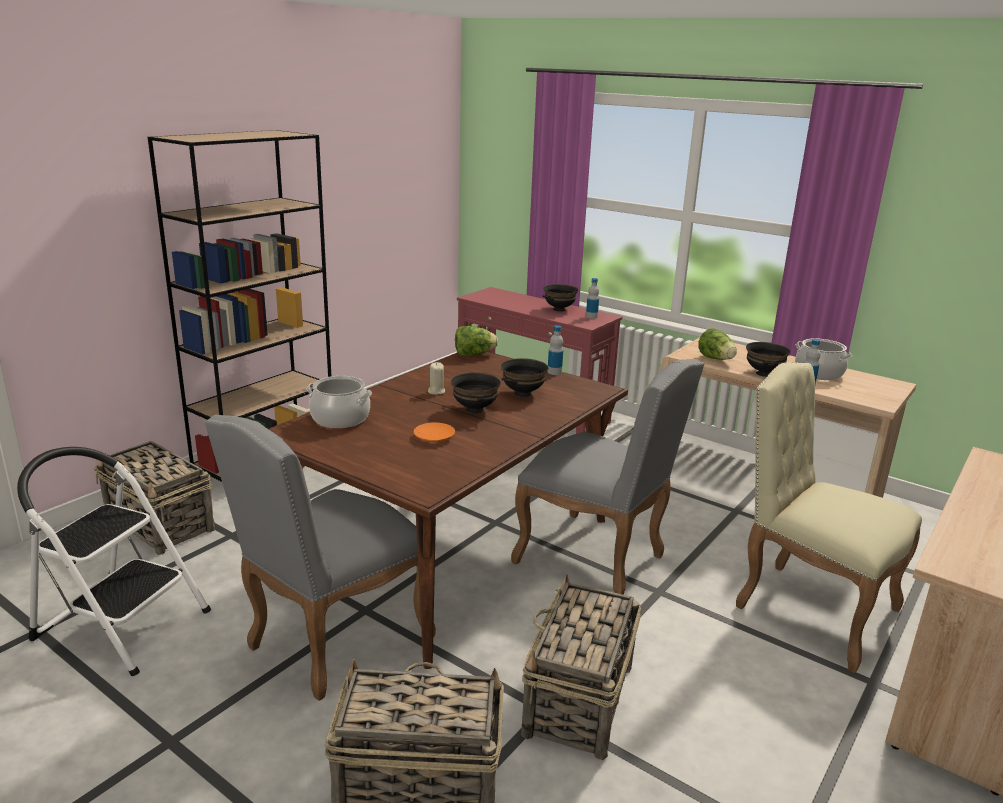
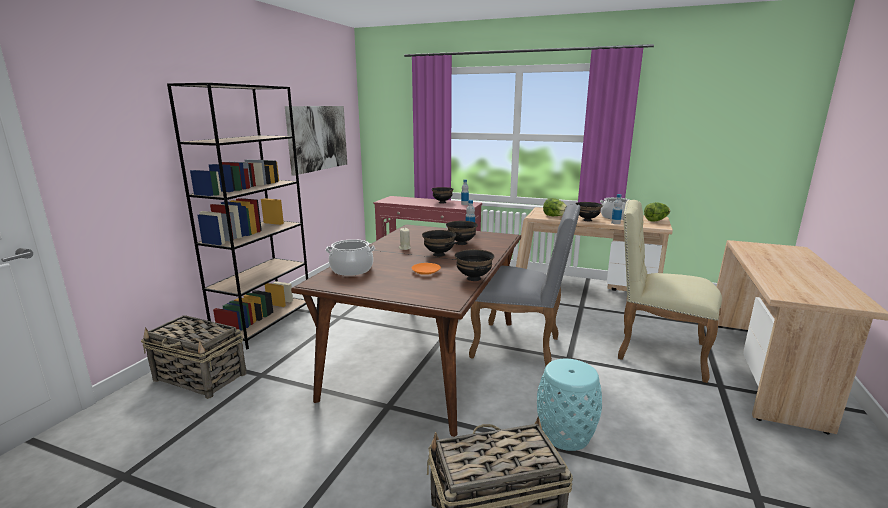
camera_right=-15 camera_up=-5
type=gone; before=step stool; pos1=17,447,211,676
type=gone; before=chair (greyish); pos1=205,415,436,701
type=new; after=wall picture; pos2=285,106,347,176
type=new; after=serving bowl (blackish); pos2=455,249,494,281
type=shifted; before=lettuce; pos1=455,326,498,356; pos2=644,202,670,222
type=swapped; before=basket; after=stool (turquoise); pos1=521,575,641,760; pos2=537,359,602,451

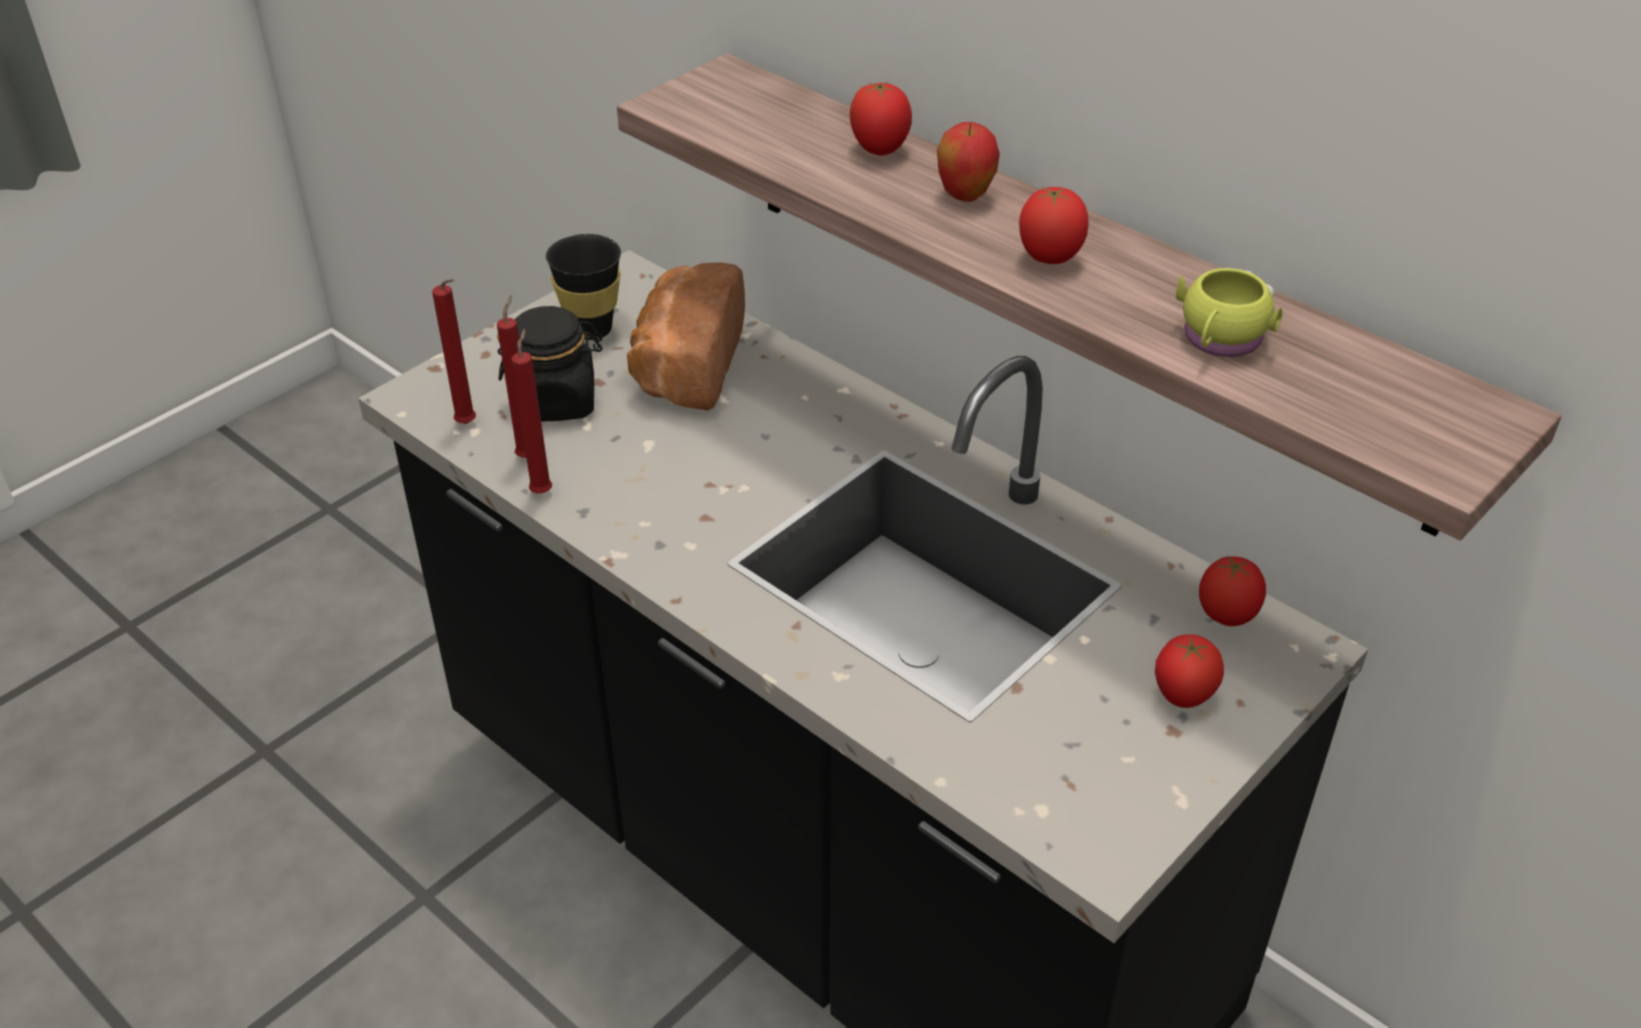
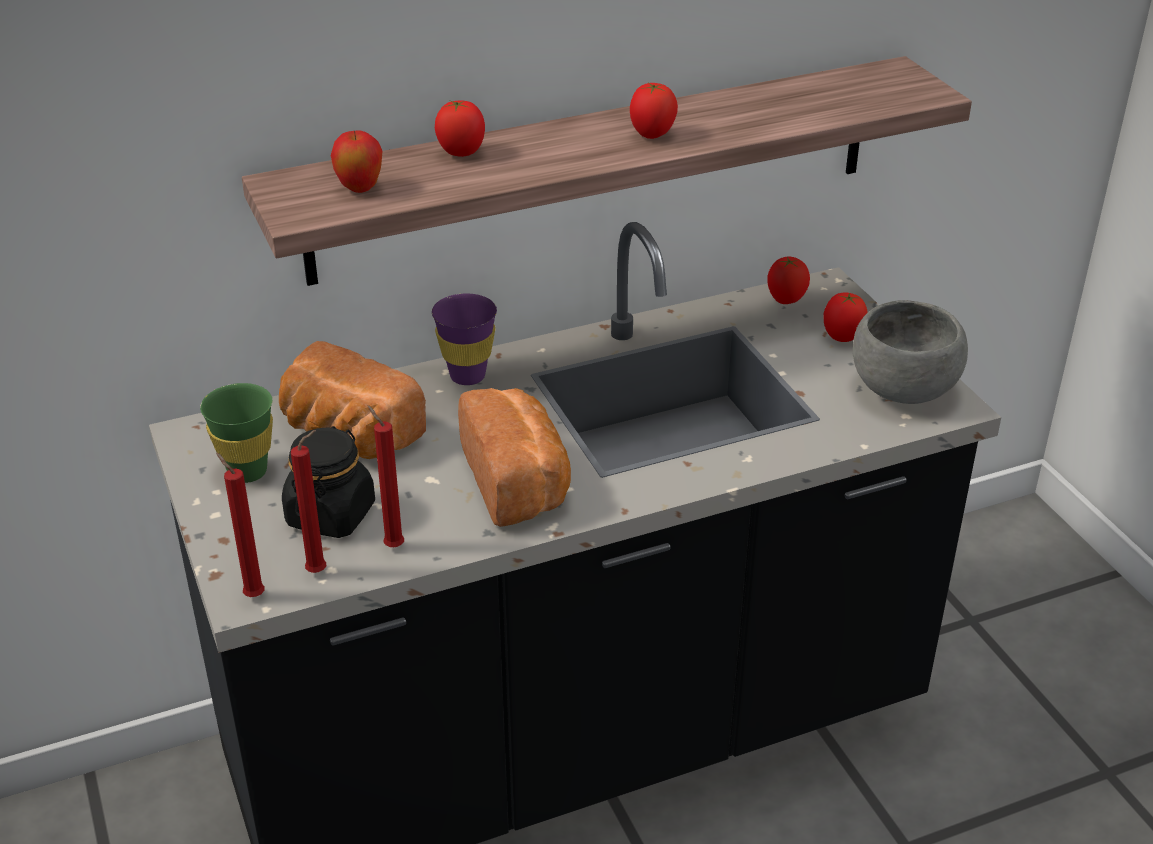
camera_right=-65 camera_up=-5
type=gone; before=tea mug (yellow-coloured); pos1=1176,268,1282,357
type=new; after=drinking cup (purplish); pos2=432,293,497,385
type=new; after=bread; pos2=458,388,571,527
type=new; after=serving bowl (greyish); pos2=853,300,968,404
type=shifted; before=wax light (red); pos1=511,329,552,494; pos2=216,453,265,597
type=shifted; before=whole apple; pos1=937,122,1000,202; pos2=331,130,382,193
type=repainted; before=drinking cup (blackish); after=drinking cup (greenish); pos1=546,234,621,340; pos2=200,383,273,483

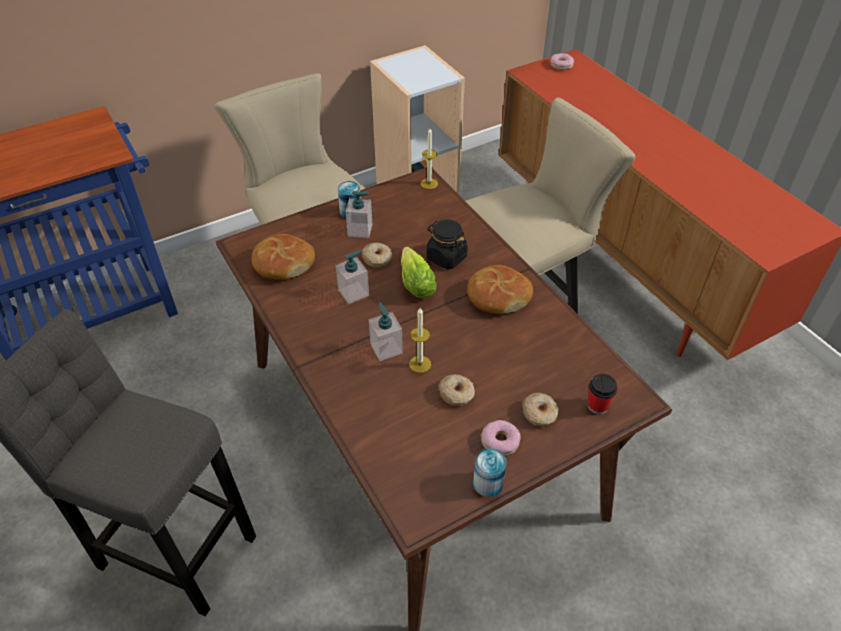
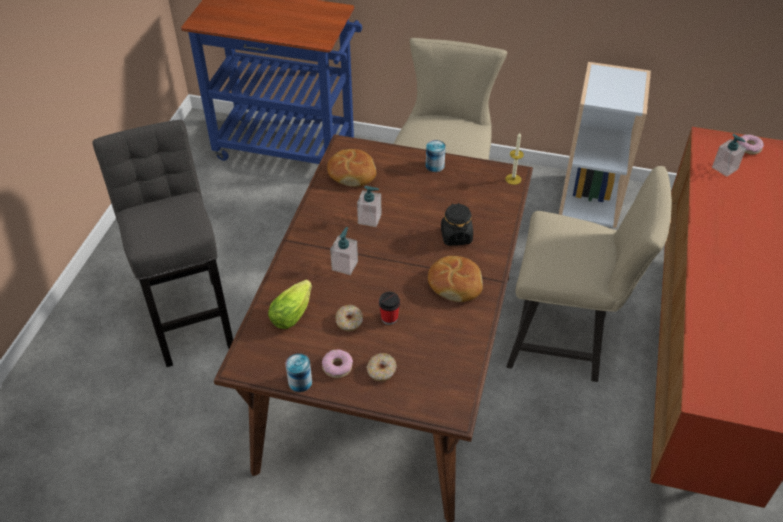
camera_right=45 camera_up=0
type=gone; before=donut; pos1=362,243,392,267
type=gone; before=wax light; pos1=409,308,431,373
type=shifted; before=soap dispenser; pos1=345,191,372,238; pos2=712,134,746,177
type=shifted; before=lettuce; pos1=401,247,437,298; pos2=268,280,312,329
type=shifted; before=drinking cup; pos1=588,374,617,414; pos2=379,292,400,325

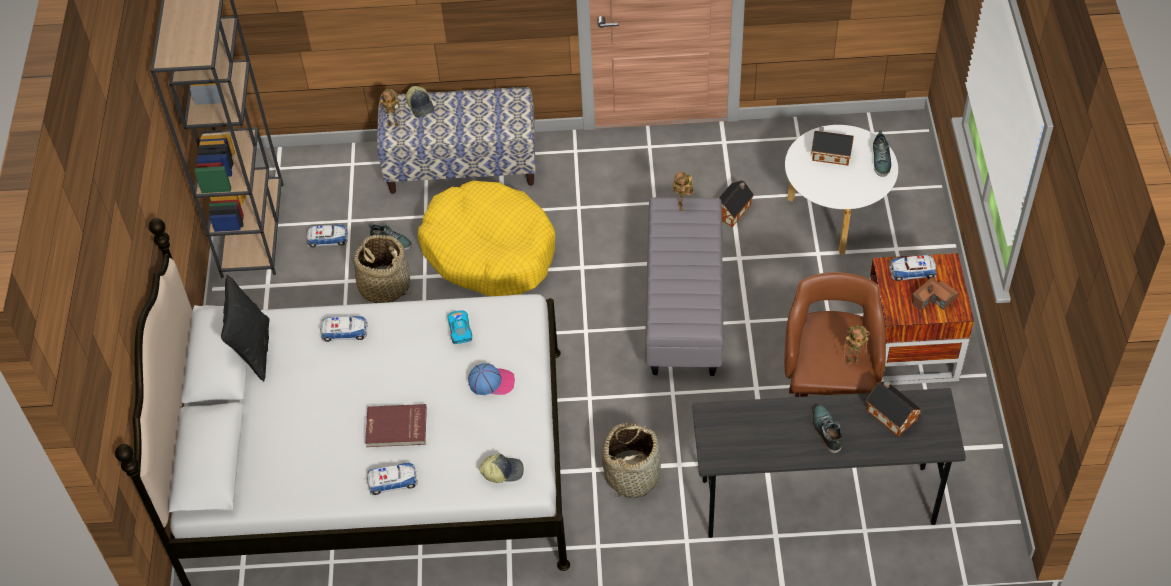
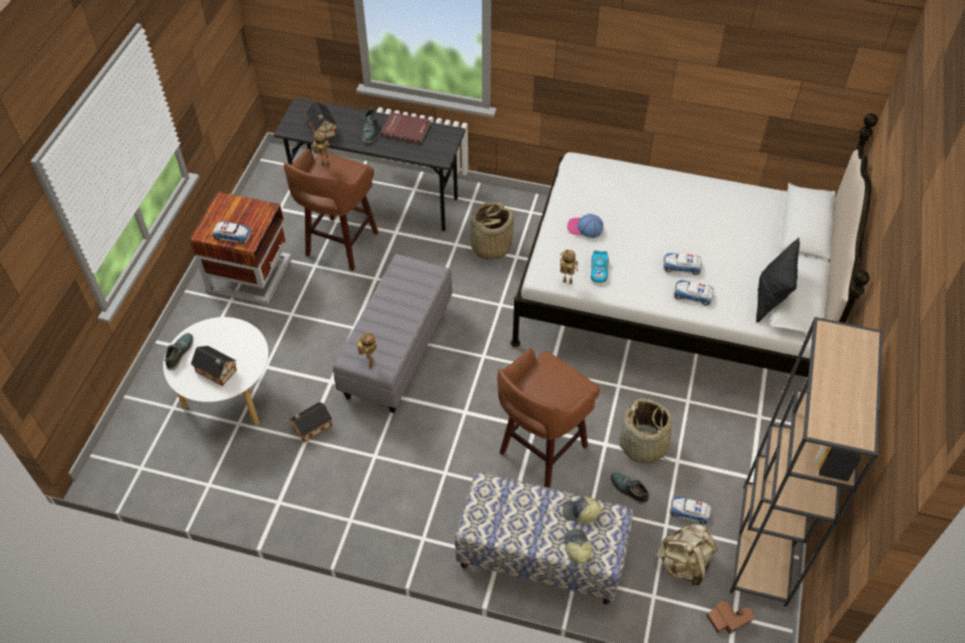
camera_right=-165 camera_up=0
type=new; after=knapsack (sand-coloured); pos2=657,524,718,585
type=shifted; before=volume (red); pos1=365,404,427,447; pos2=381,112,431,144
type=shifted; before=miniature car; pos1=367,463,418,495; pos2=663,253,702,275
type=shifted; before=model robot; pos1=380,89,401,127; pos2=560,250,578,284
type=shifted; before=cap; pos1=479,454,524,483; pos2=562,497,602,523
type=shifted; before=model house; pos1=912,277,959,310; pos2=706,600,755,634
type=swapped; before=dog bed (yellow-coloured); after=stool (brown); pos1=418,181,555,296; pos2=497,348,600,488

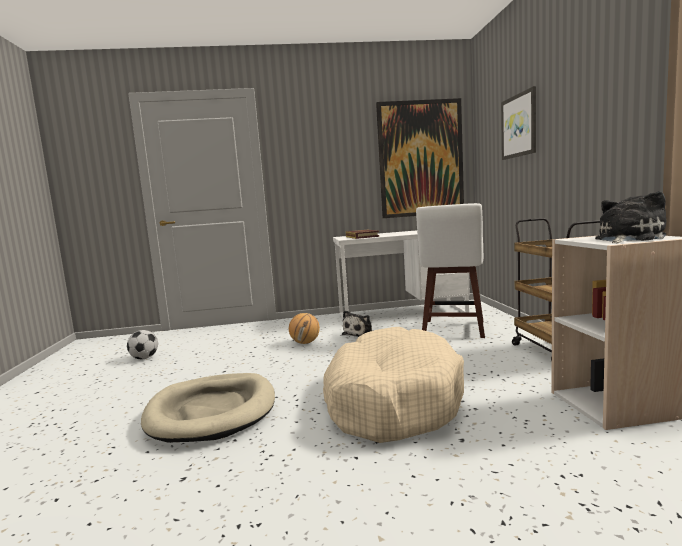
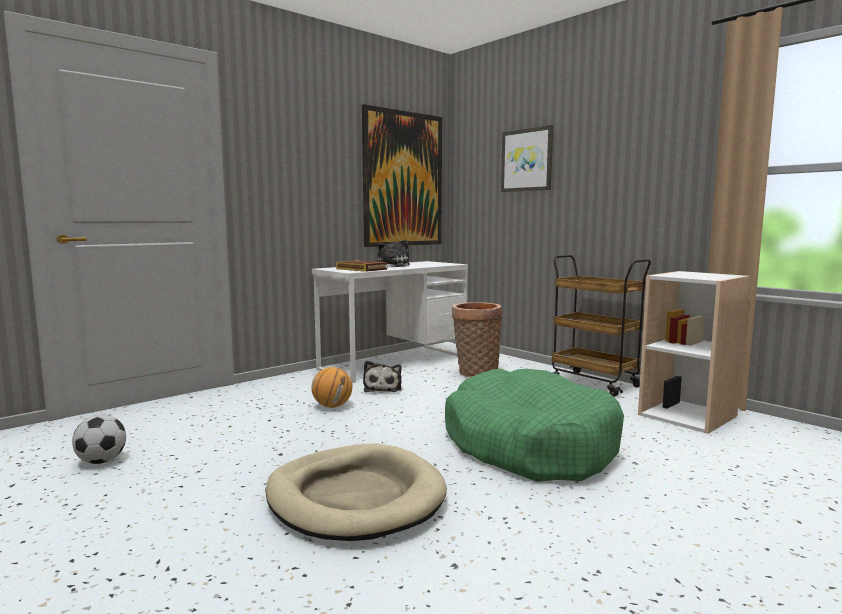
camera_right=-35 camera_up=0
type=shifted; before=soft toy; pos1=595,191,666,243; pos2=377,240,410,267
type=swapped; before=stool (whitish); after=basket; pos1=416,203,485,338; pos2=452,302,502,377
type=repainted; before=dog bed (sand-coloured); after=dog bed (greenish); pos1=323,327,464,443; pos2=445,368,624,482

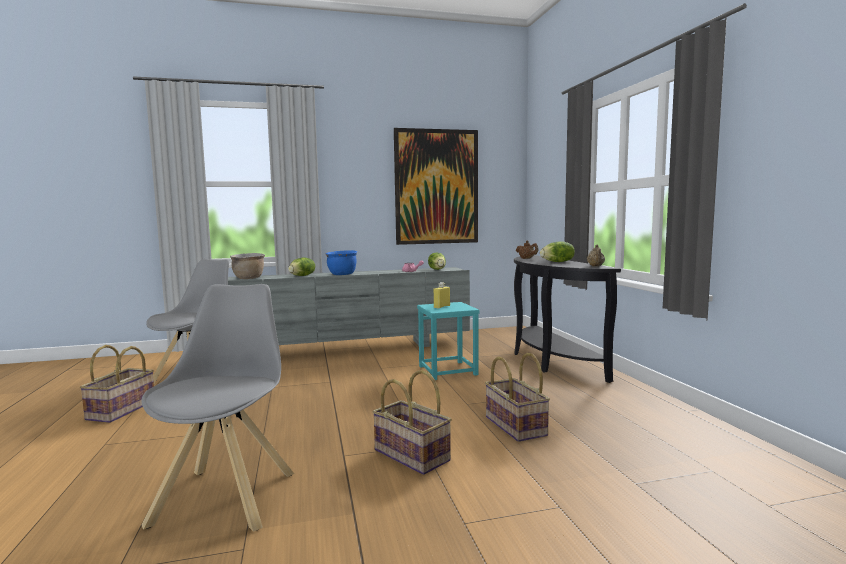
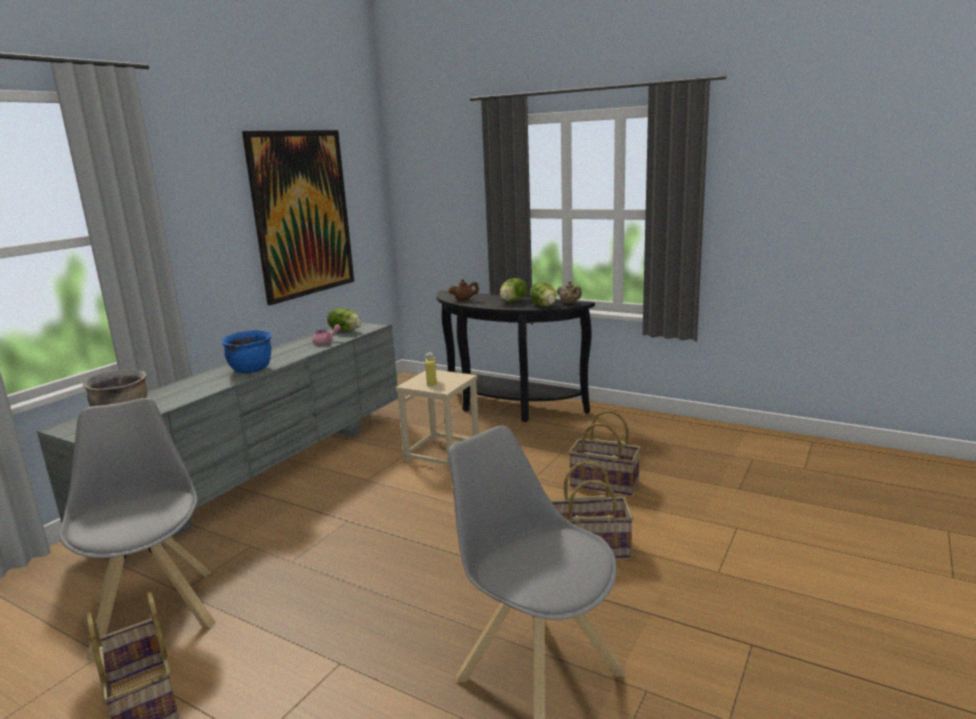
camera_right=-45 camera_up=10
type=shifted; before=lettuce; pos1=288,257,315,276; pos2=530,282,556,307
type=repainted; before=stool (turquoise); after=stool (sand-coloured); pos1=417,302,480,380; pos2=396,370,479,470

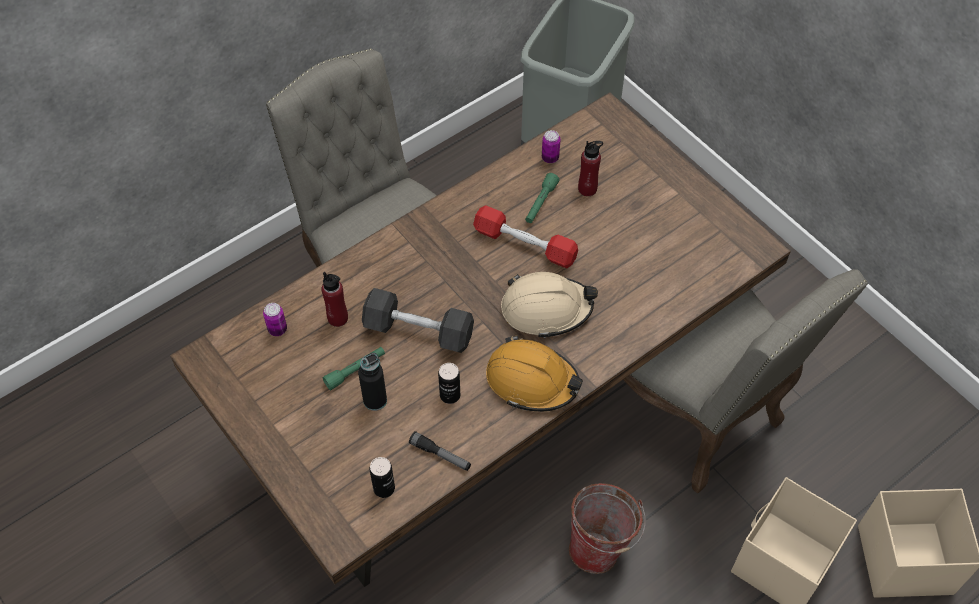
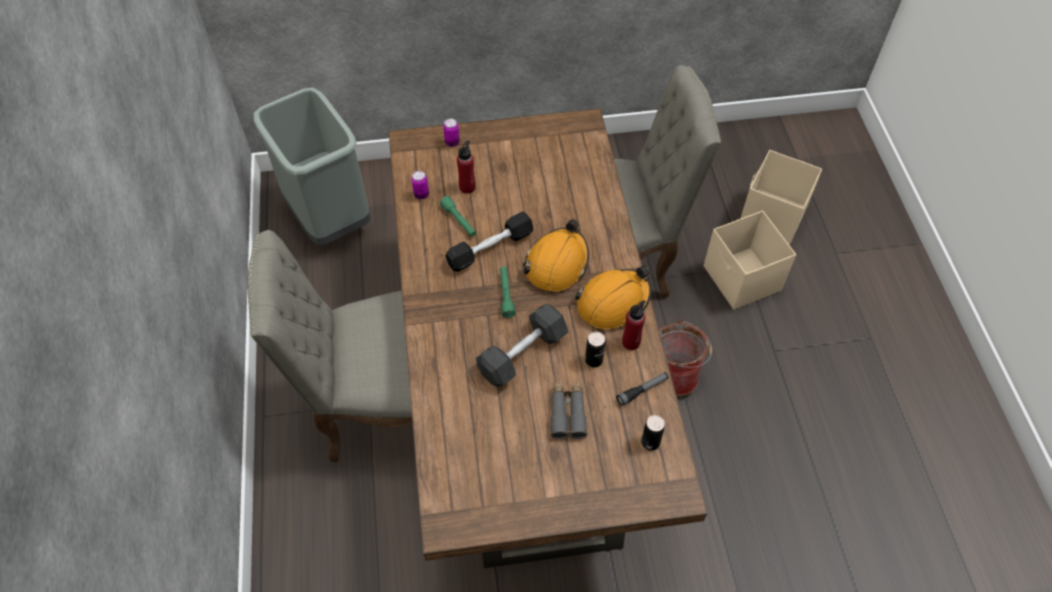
camera_right=-60 camera_up=0
type=shifted; before=sealed can; pos1=263,303,287,336; pos2=443,118,460,147
type=shifted; before=drink bottle (red); pos1=321,272,348,327; pos2=622,300,646,350
type=shifted; before=hand torch (greenish); pos1=323,347,385,391; pos2=500,267,515,318
type=swapped; before=drink bottle (blackish); after=pair of binoculars (greyish); pos1=358,353,387,411; pos2=551,382,587,439
type=repainted; before=dumbbell (red); after=dumbbell (blackish); pos1=473,206,578,268; pos2=445,211,533,272
type=repainted; before=work helmet (sand-coloured); after=work helmet (orangey); pos1=501,272,598,338; pos2=523,219,589,293

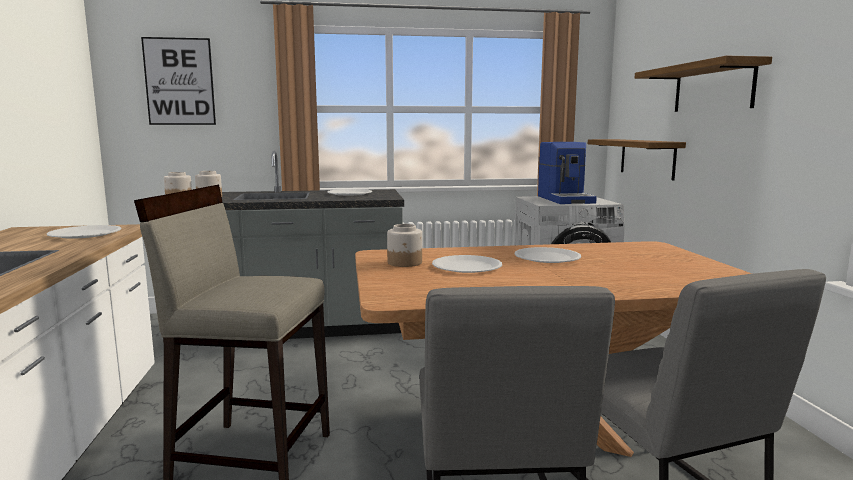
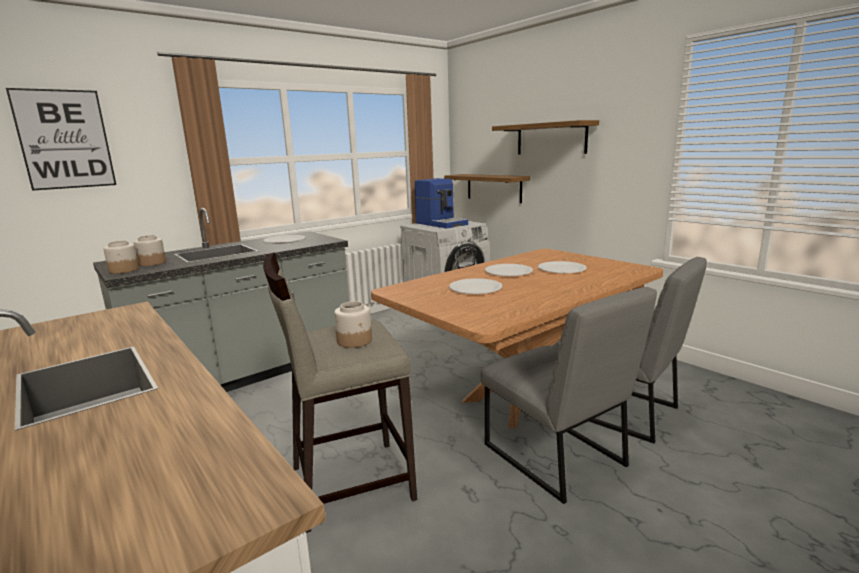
camera_right=-30 camera_up=5
type=shifted; before=plate (whitish); pos1=47,225,122,239; pos2=538,261,587,273
type=shifted; before=storage jar; pos1=387,224,422,267; pos2=334,301,372,348

